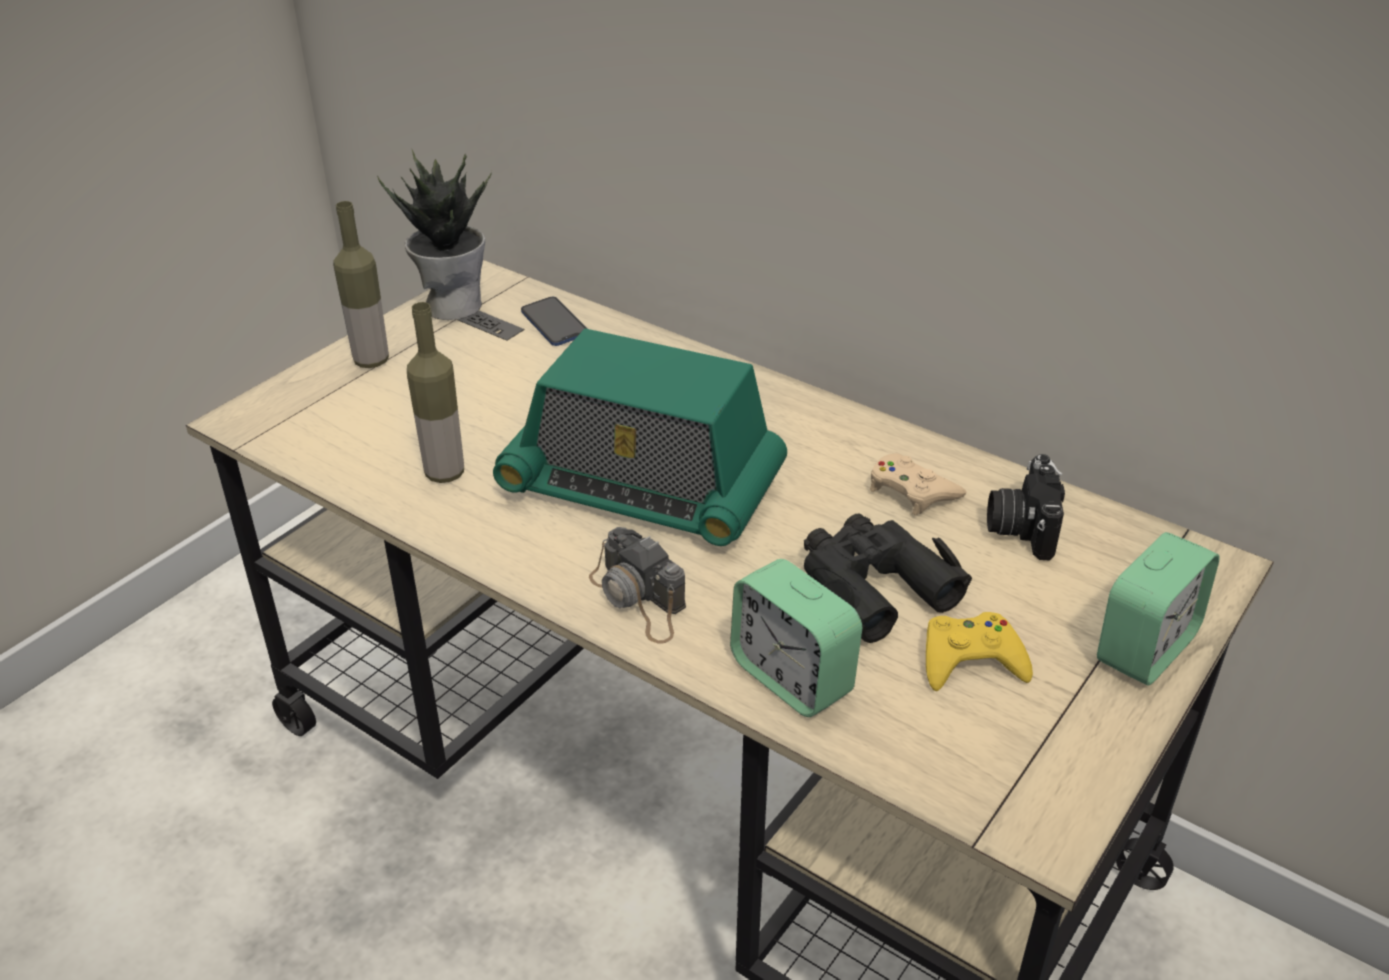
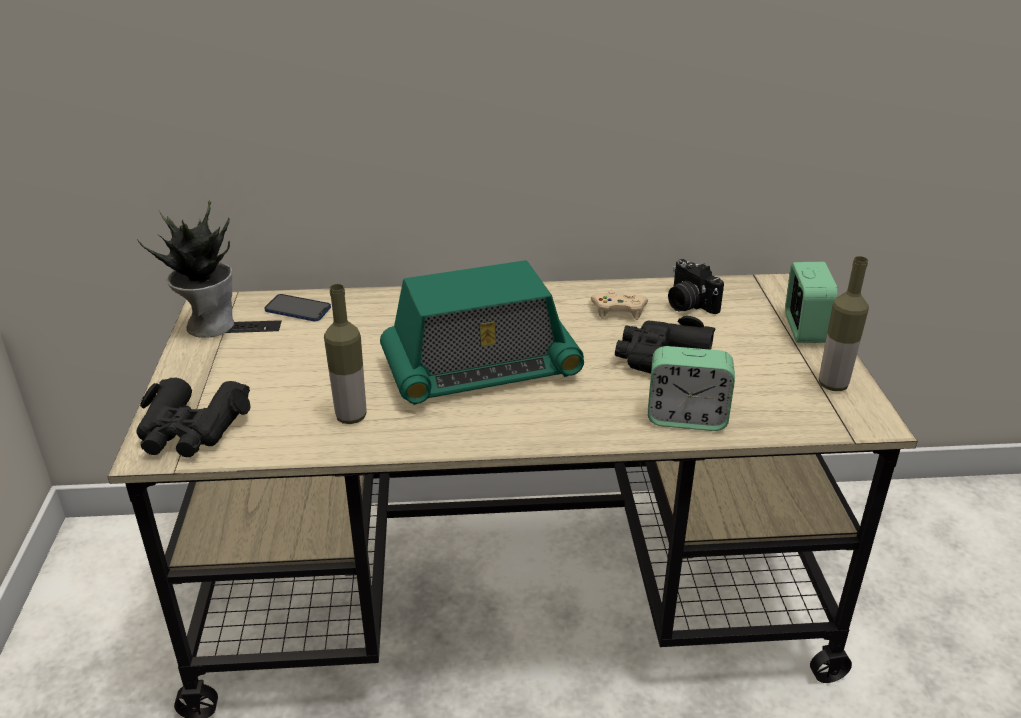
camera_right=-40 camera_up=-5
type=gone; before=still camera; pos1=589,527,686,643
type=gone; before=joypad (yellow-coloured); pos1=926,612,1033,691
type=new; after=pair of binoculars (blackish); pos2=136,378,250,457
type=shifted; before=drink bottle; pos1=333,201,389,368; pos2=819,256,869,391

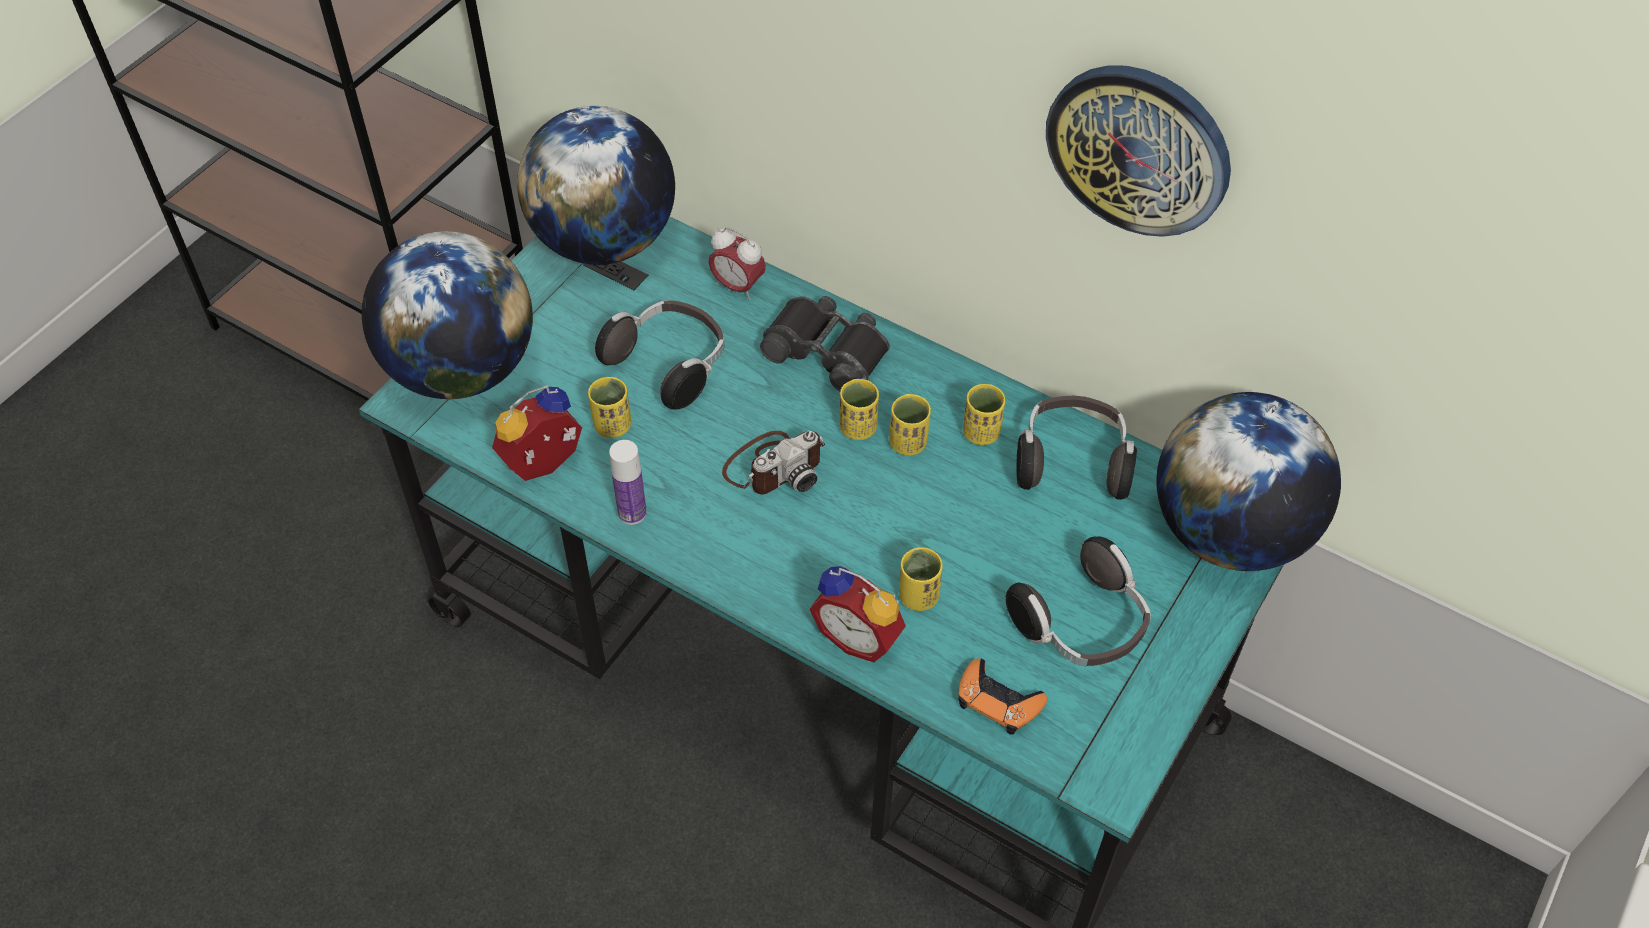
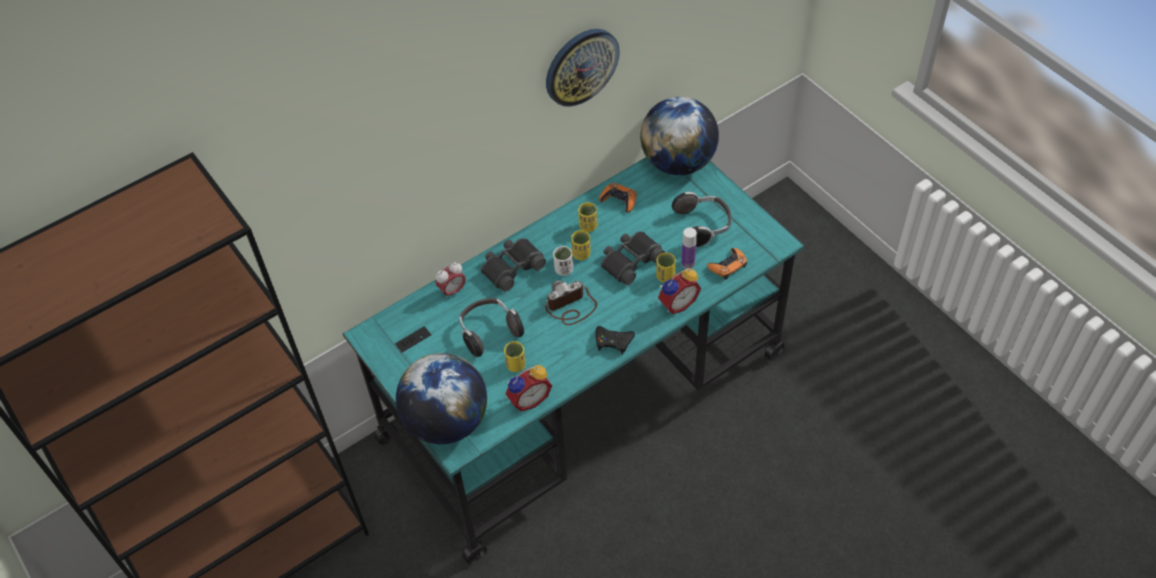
camera_right=-65 camera_up=0
type=gone; before=world globe; pos1=517,106,675,265
type=new; after=joypad (blackish); pos2=595,326,635,354
type=new; after=pair of binoculars (blackish); pos2=601,231,665,285
type=shifted; before=drink bottle; pos1=609,440,647,525; pos2=681,227,697,269
type=swapped; before=pair of headphones; after=joypad (orangey); pos1=1016,396,1137,500; pos2=599,183,637,213
type=repainted; before=drinking cup (yellow-coloured); after=drinking cup (whitish); pos1=840,379,879,440; pos2=553,246,573,276
type=rotated; before=alarm clock; pos1=492,385,582,481; pos2=506,365,552,412; turn=-105
type=rotated; before=still camera; pos1=722,431,825,494; pos2=545,280,597,325; turn=-105

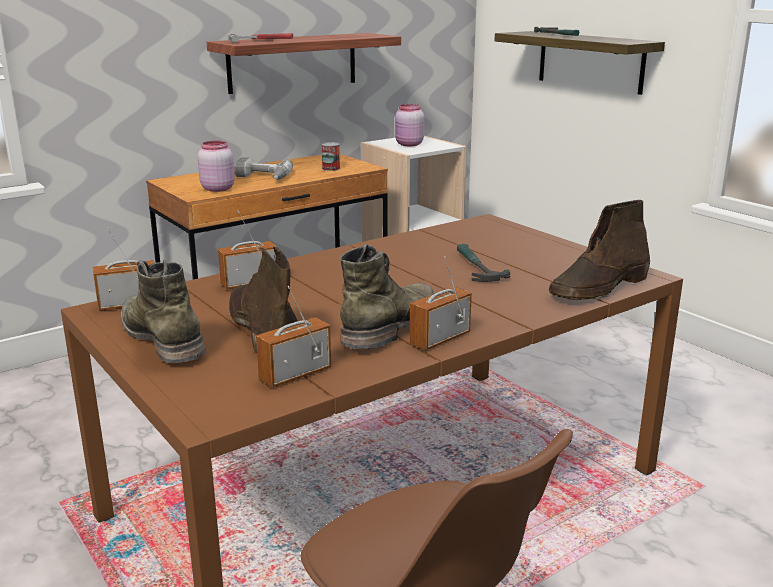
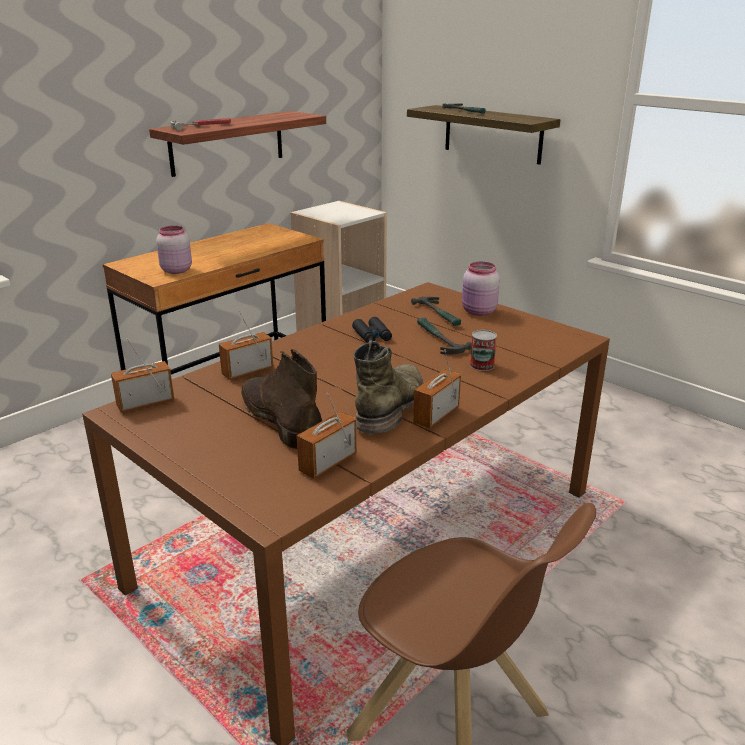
camera_right=-10 camera_up=5
type=gone; before=boot (greenish); pos1=121,260,206,363
type=gone; before=drill; pos1=234,157,293,180
type=gone; before=boot (brown); pos1=549,200,650,300
type=new; after=pair of binoculars (blackish); pos2=352,317,392,343
type=new; after=tool hammer; pos2=411,297,461,326
type=shifted; before=sealed can; pos1=321,142,340,171; pos2=470,330,497,371
type=shifted; before=storage jar (pink-coloured); pos1=395,104,424,146; pos2=462,262,500,316

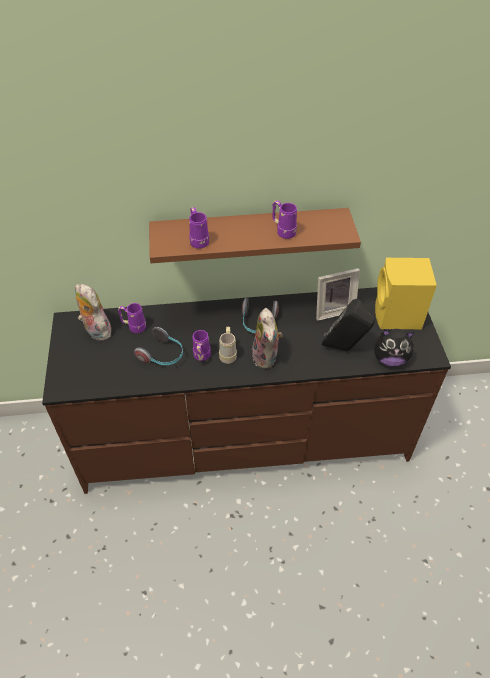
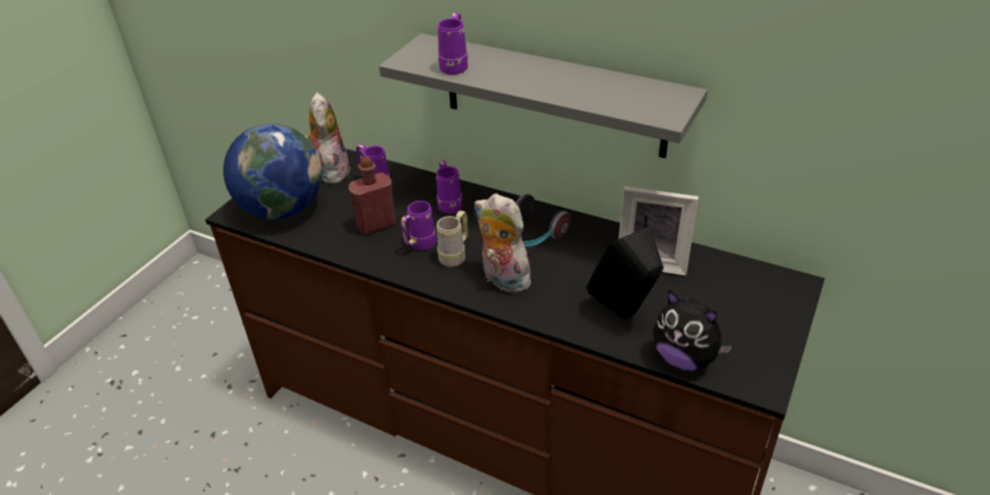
camera_right=35 camera_up=-10
type=gone; before=audio speaker (yellow-coloured); pos1=375,257,437,329
type=new; after=world globe; pos2=223,124,322,219
type=shifted; before=tea mug (purplish); pos1=273,201,297,239; pos2=436,160,463,214
type=swapped; before=pair of headphones; after=drink bottle (red); pos1=134,327,183,365; pos2=348,156,396,234
type=repainted; before=shelf (brown); after=shelf (greyish); pos1=149,208,361,263; pos2=379,33,708,158
type=rotated; before=soft toy; pos1=252,308,283,369; pos2=474,194,535,293; turn=105

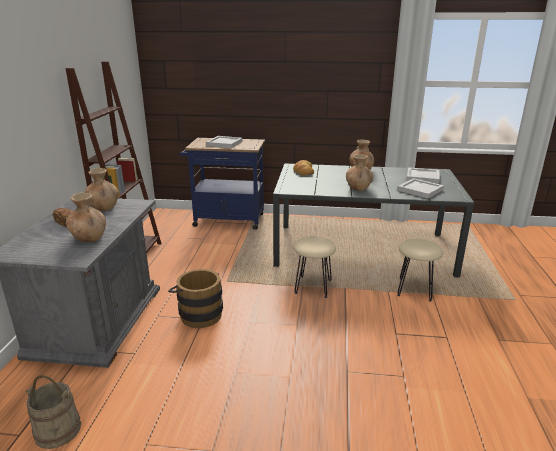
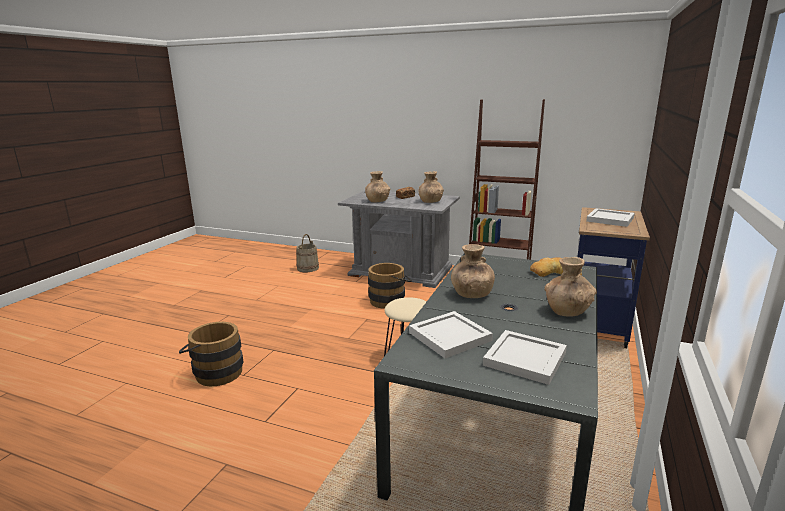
camera_right=105 camera_up=-5
type=gone; before=stool (sand-coloured); pos1=397,239,443,302
type=new; after=water bucket (brown); pos2=179,322,244,386

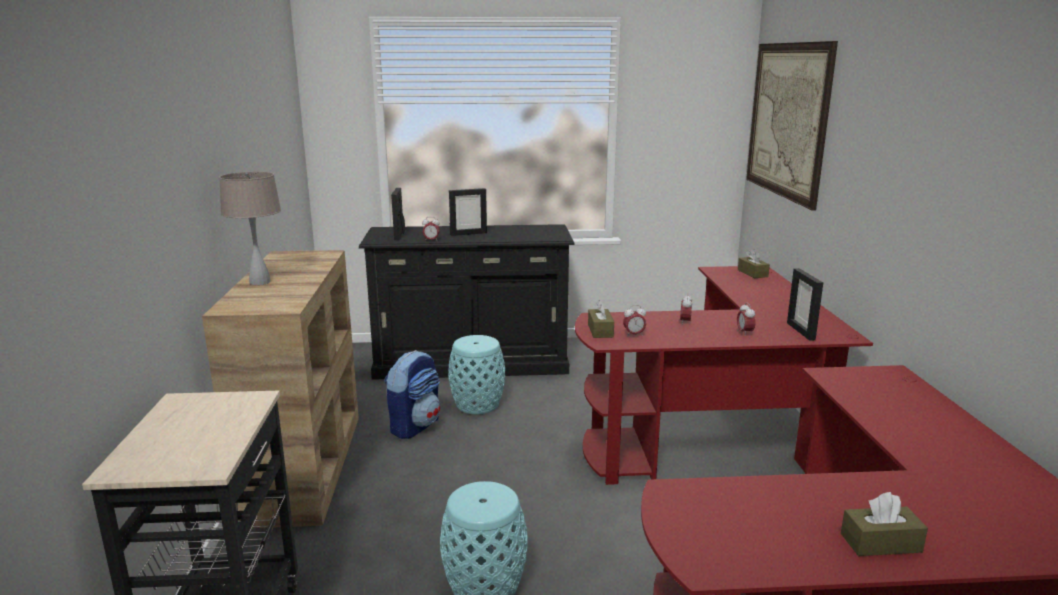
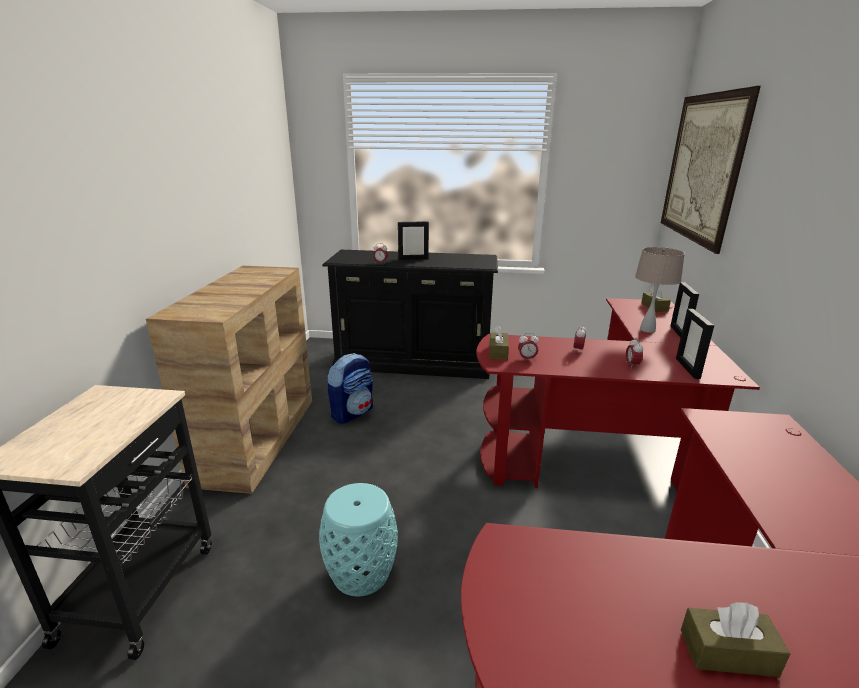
camera_right=10 camera_up=5
type=gone; before=stool (turquoise); pos1=448,335,505,414
type=shifted; before=lamp for a table (sand-coloured); pos1=219,171,281,285; pos2=635,247,685,333
type=shifted; before=picture frame; pos1=391,188,405,240; pos2=670,282,699,338

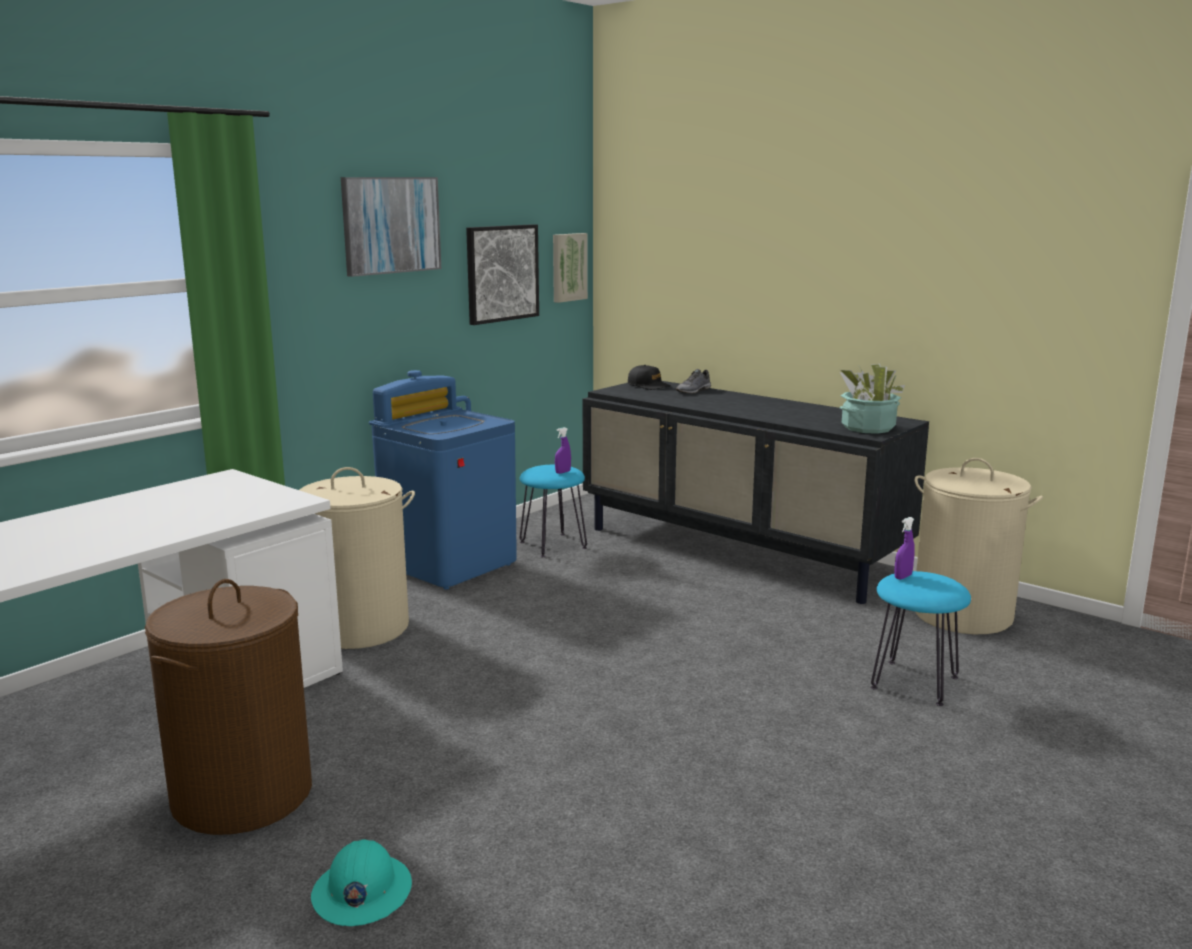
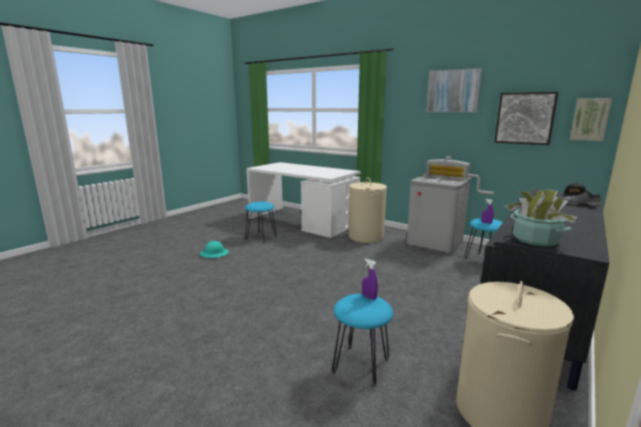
camera_right=85 camera_up=0
type=swapped; before=washing basket (brown); after=stool (turquoise); pos1=145,579,312,835; pos2=245,202,277,243
type=repainted; before=laundry appliance (bluish); after=laundry appliance (greyish); pos1=369,370,517,590; pos2=407,156,494,254

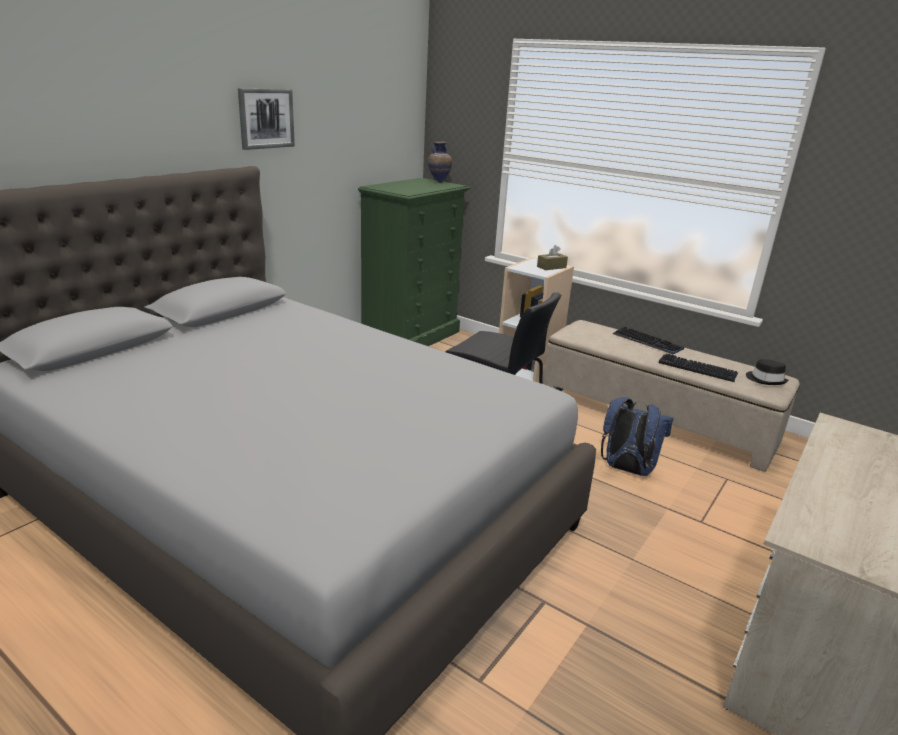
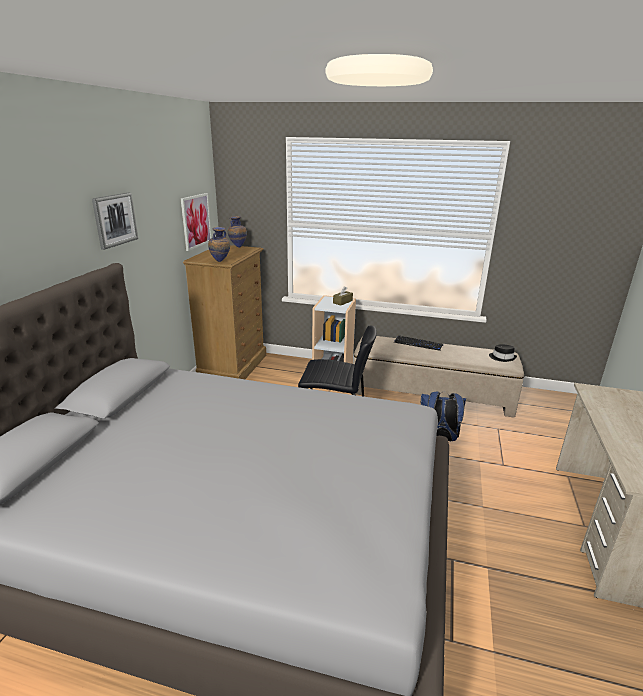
camera_right=-20 camera_up=0
type=gone; before=keyboard; pos1=659,353,738,382
type=new; after=wall picture; pos2=181,193,212,251
type=new; after=vase; pos2=208,227,230,262
type=repainted; before=chest of drawers (greenish); after=chest of drawers (brown); pos1=358,178,470,346; pos2=183,245,266,379

